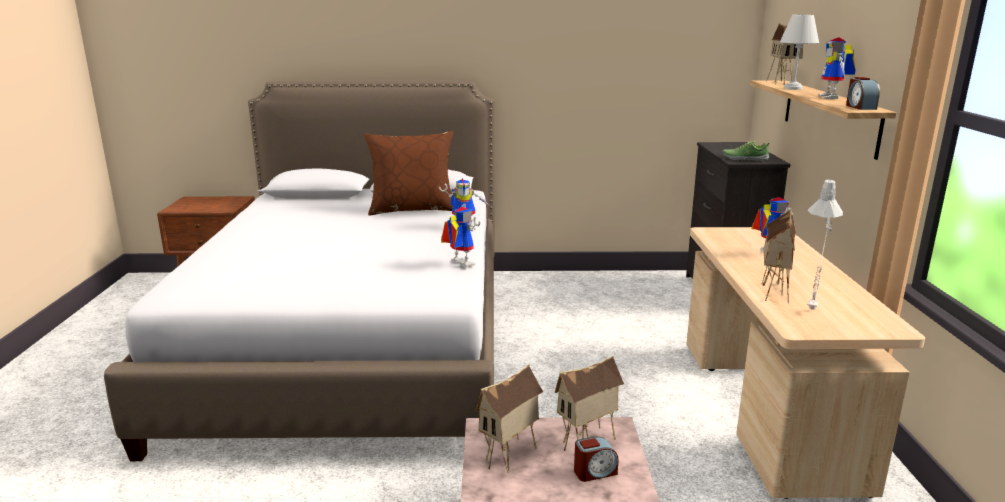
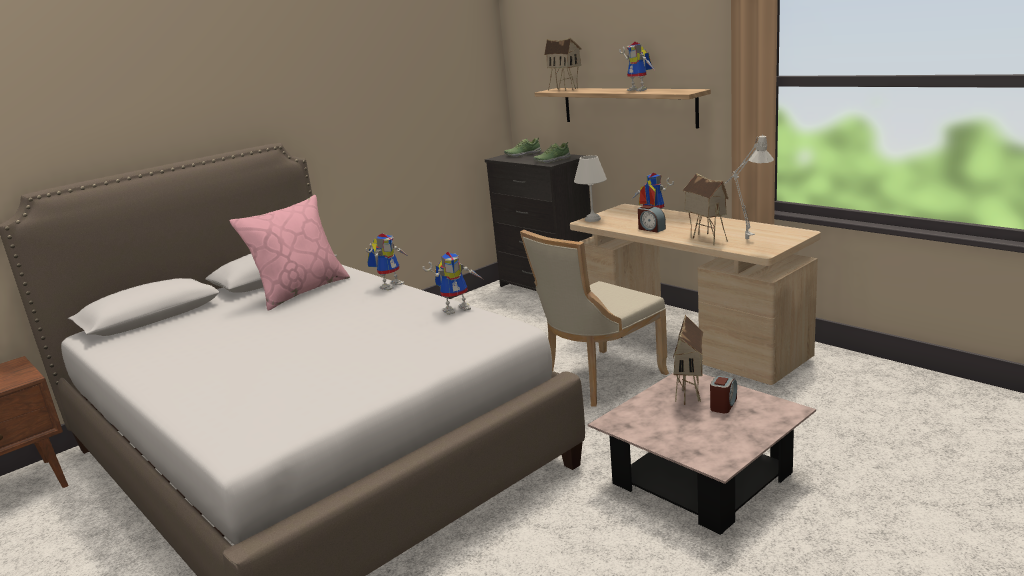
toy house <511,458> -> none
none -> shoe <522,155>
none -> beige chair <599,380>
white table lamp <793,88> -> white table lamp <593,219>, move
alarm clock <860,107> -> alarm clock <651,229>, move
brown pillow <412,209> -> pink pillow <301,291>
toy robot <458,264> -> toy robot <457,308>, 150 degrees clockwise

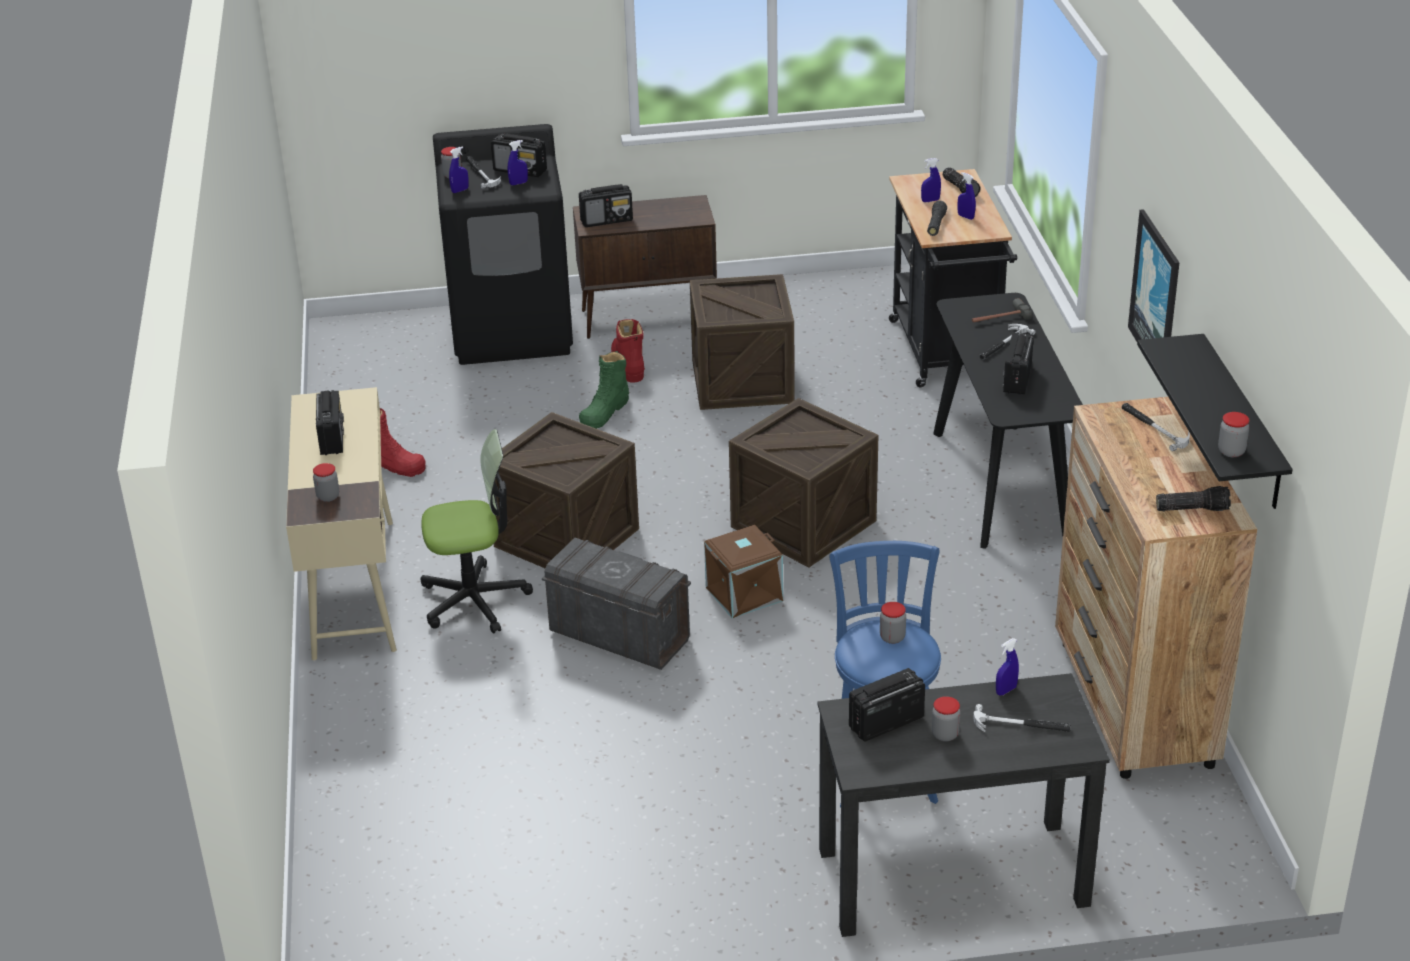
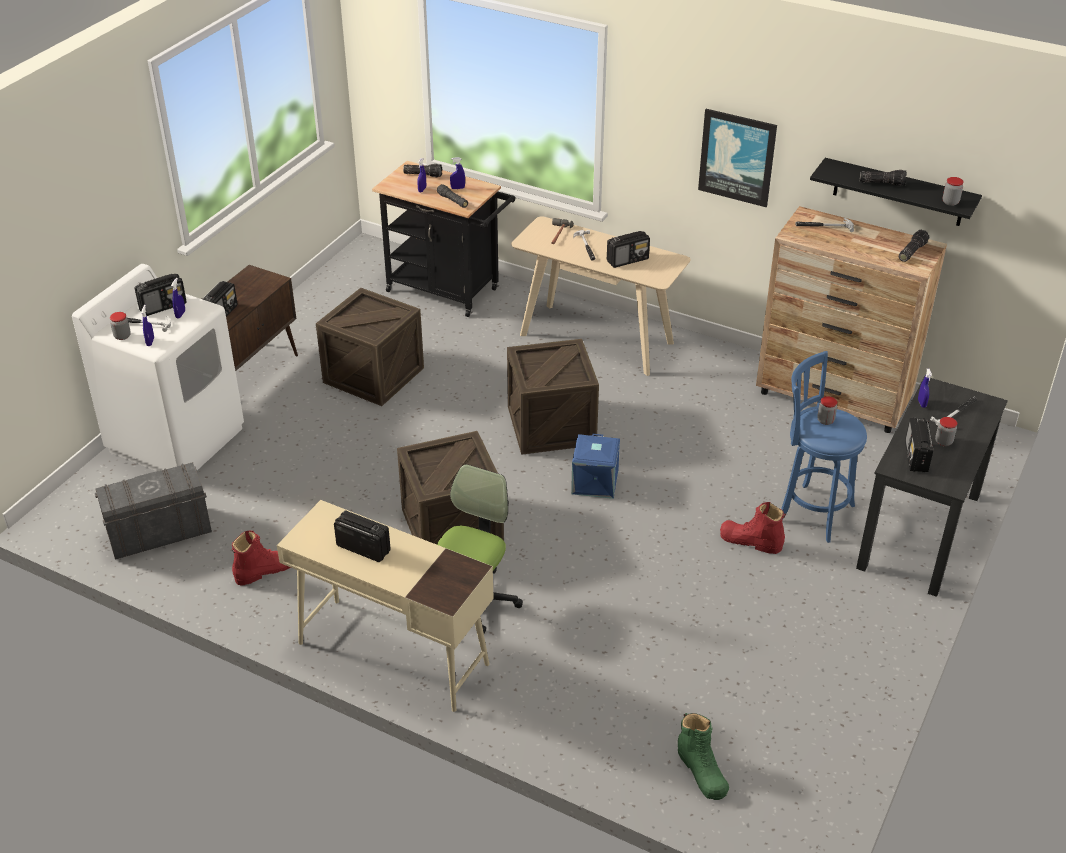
jar <328,496> -> none
none -> flashlight <882,183>
grey storage box <619,635> -> grey storage box <159,533>, move
green boot <605,411> -> green boot <702,771>, move
red boot <628,364> -> red boot <750,541>, move
black washing machine <512,331> -> white washing machine <177,439>
brown storage box <744,595> -> blue storage box <596,482>
black console table <1001,484> -> beige console table <597,338>
radio <1017,380> -> radio <628,260>, 75 degrees counterclockwise

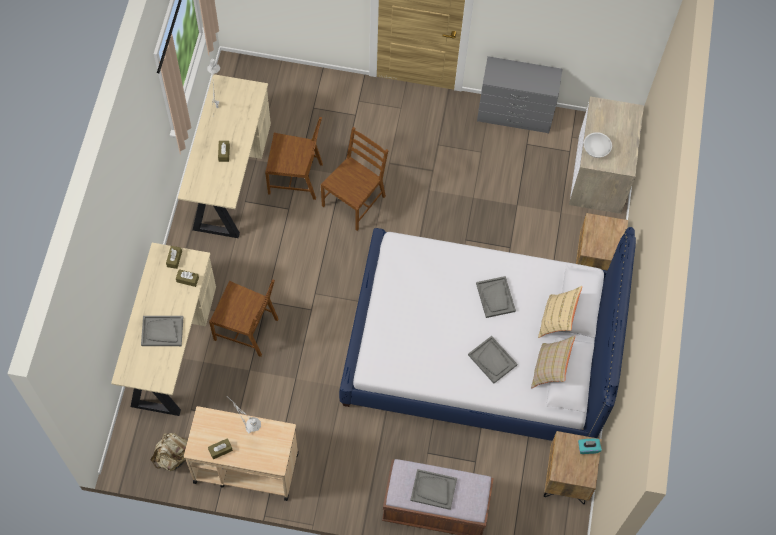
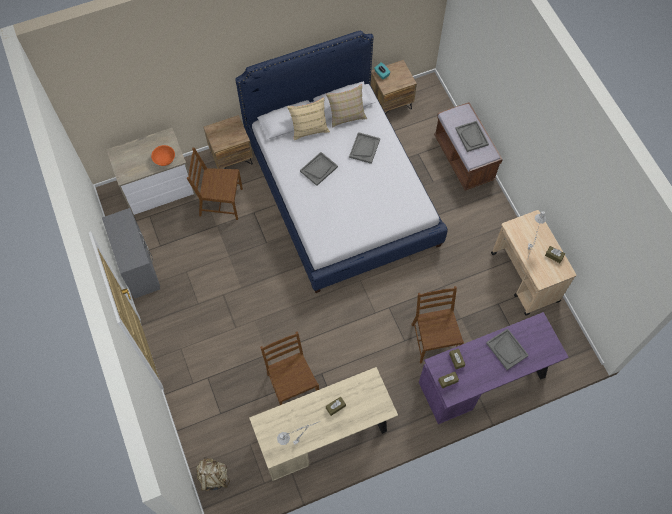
beige backpack <174,456> -> beige backpack <213,477>, move
brown chair <354,201> -> brown chair <220,202>, move
beige desk <171,348> -> purple desk <485,380>
white bowl <596,150> -> orange bowl <164,159>

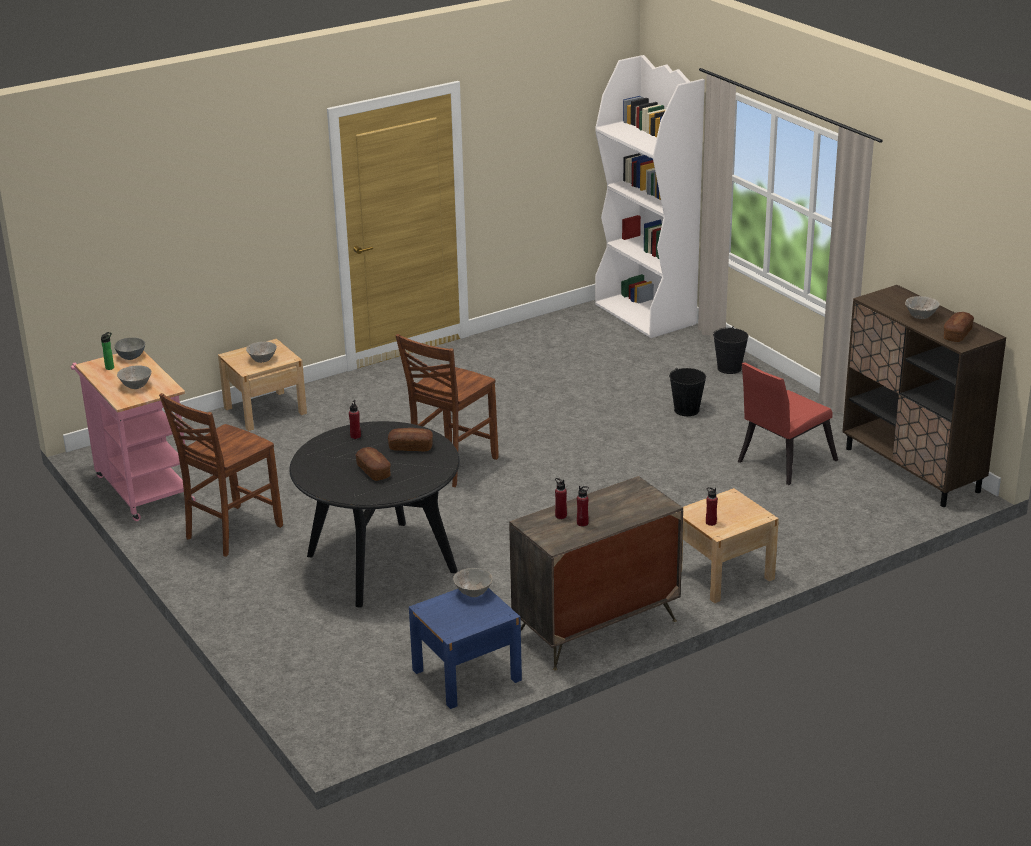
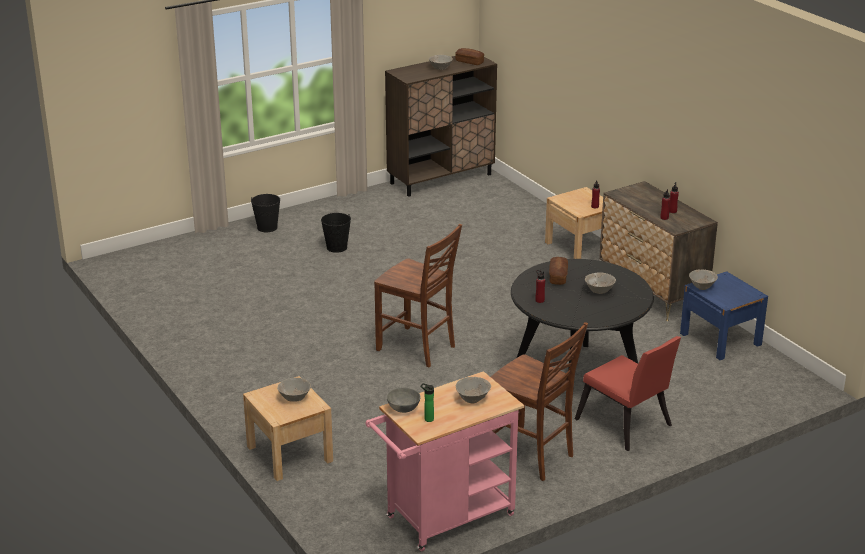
white bookcase <646,314> -> none
red chair <782,462> -> red chair <626,426>, move
bread <373,471> -> grey bowl <599,291>

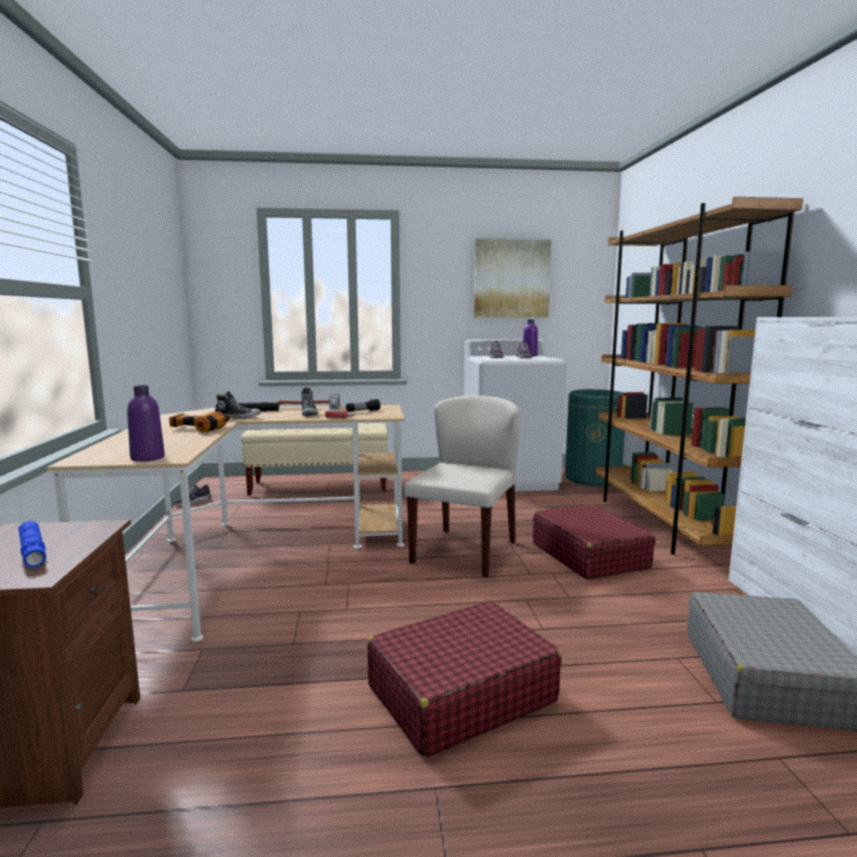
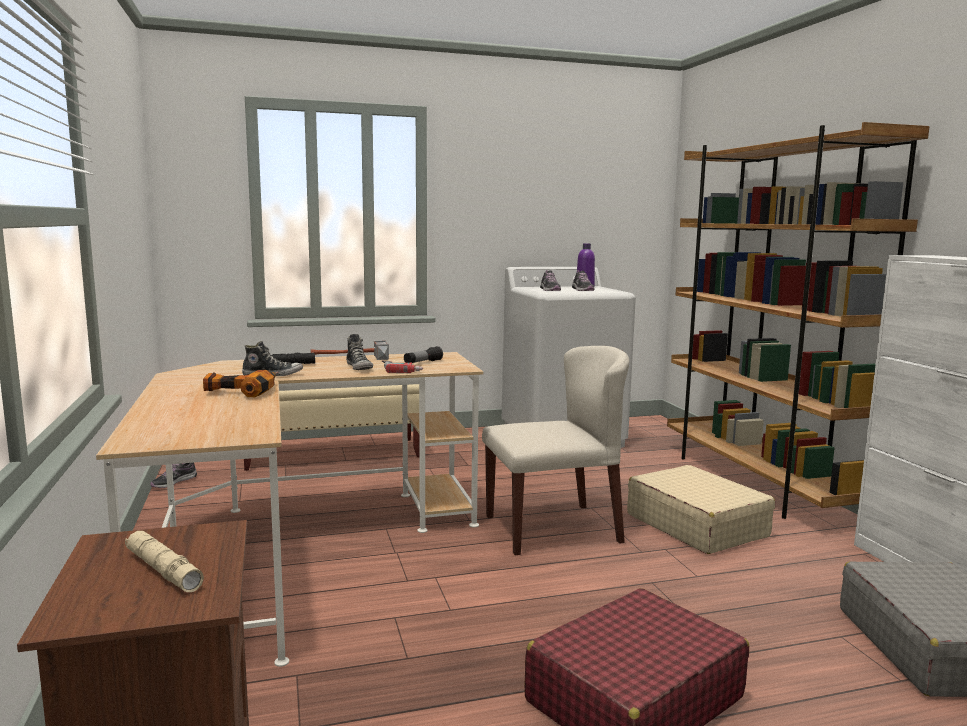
purple bottle <147,458> -> none
picture <511,278> -> none
green trash can <592,478> -> none
blue flashlight <32,551> -> beige flashlight <163,570>
red suitcase <589,555> -> beige suitcase <696,525>
beige chair <464,551> -> beige chair <553,528>, 60 degrees clockwise

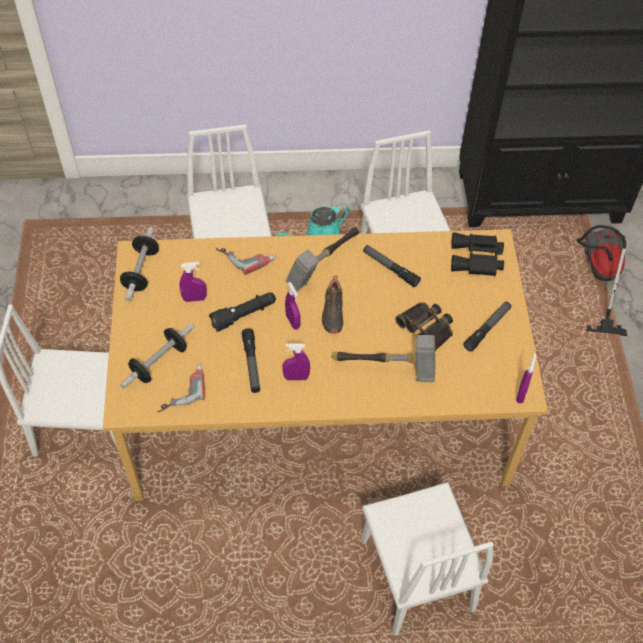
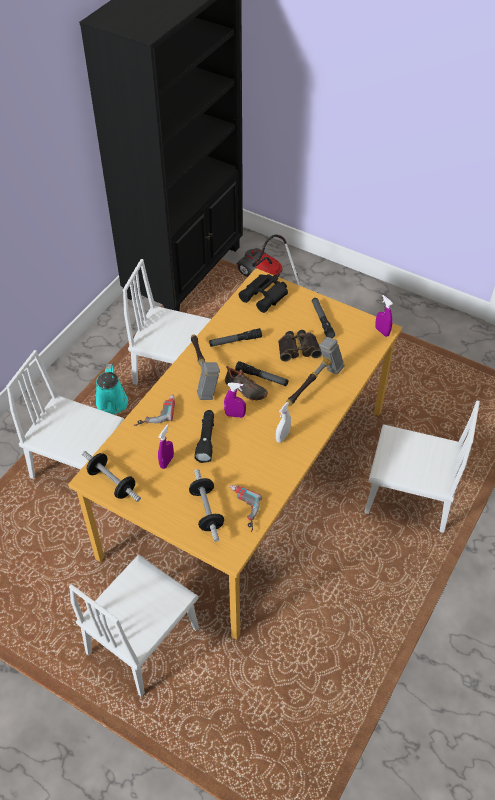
flashlight <251,364> -> flashlight <262,377>, move
purple spray bottle <296,377> -> white spray bottle <282,436>

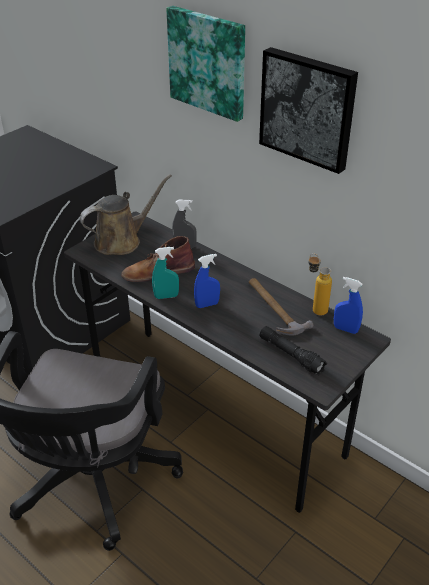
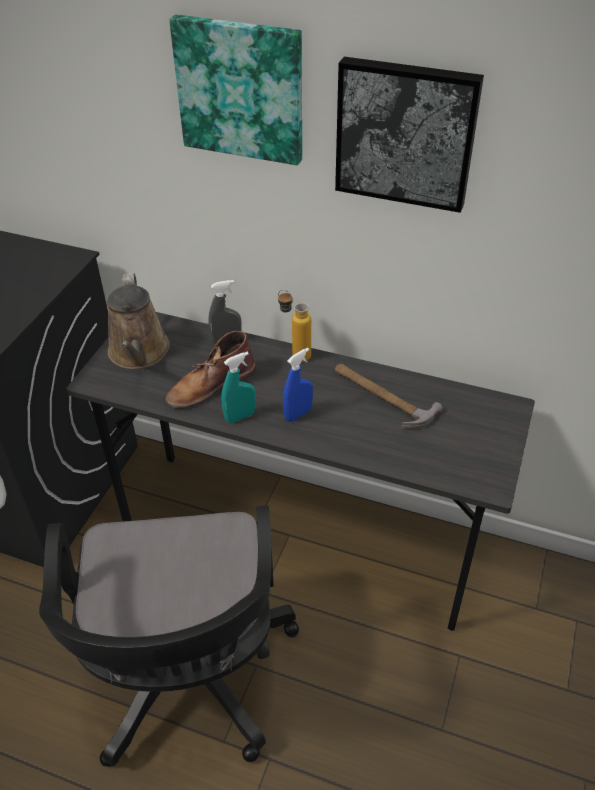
black flashlight <291,355> -> none
blue spray bottle <345,329> -> none
bottle <315,308> -> bottle <294,354>, move
brown watering can <122,241> -> brown watering can <139,353>, 135 degrees clockwise

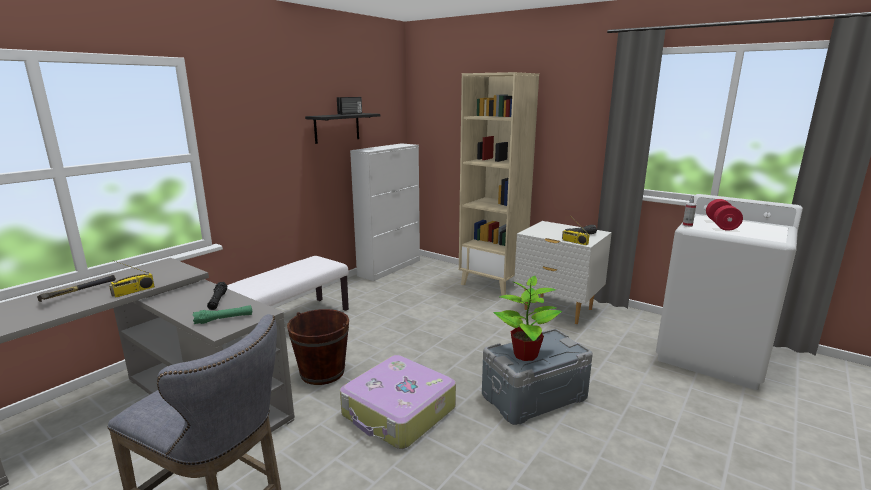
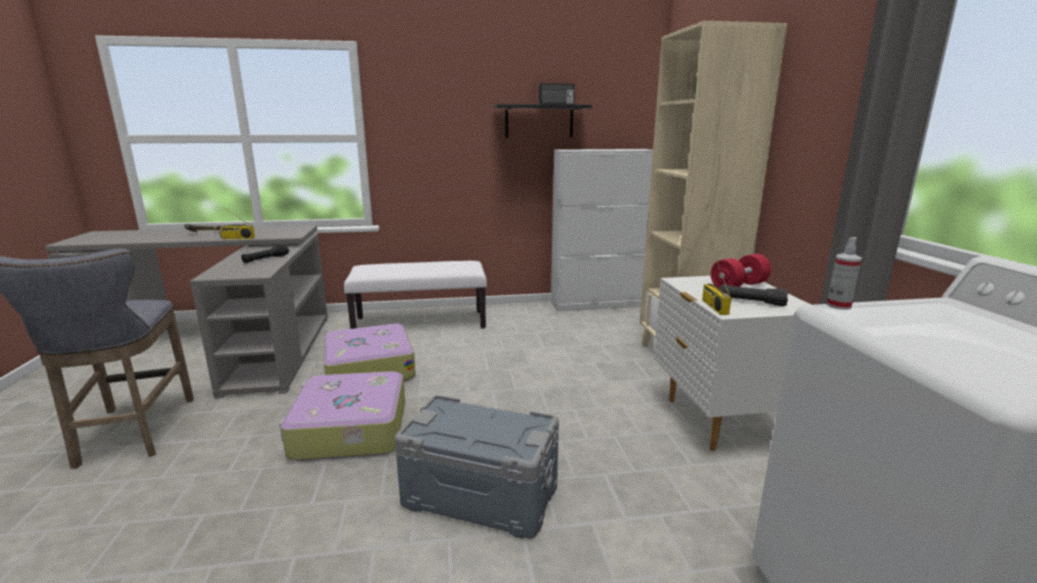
green flashlight <224,319> -> none
potted plant <524,355> -> none
red dumbbell <721,225> -> red dumbbell <738,286>, move
brown bucket <322,372> -> suitcase <369,369>

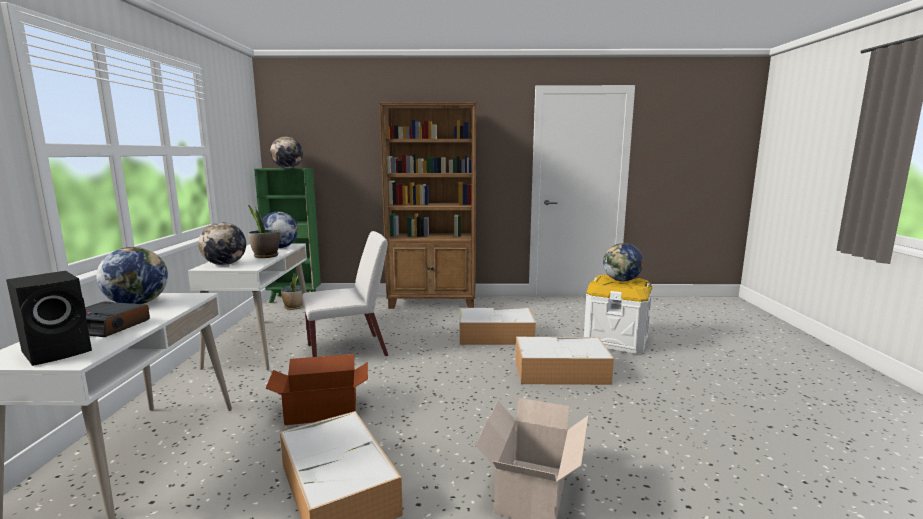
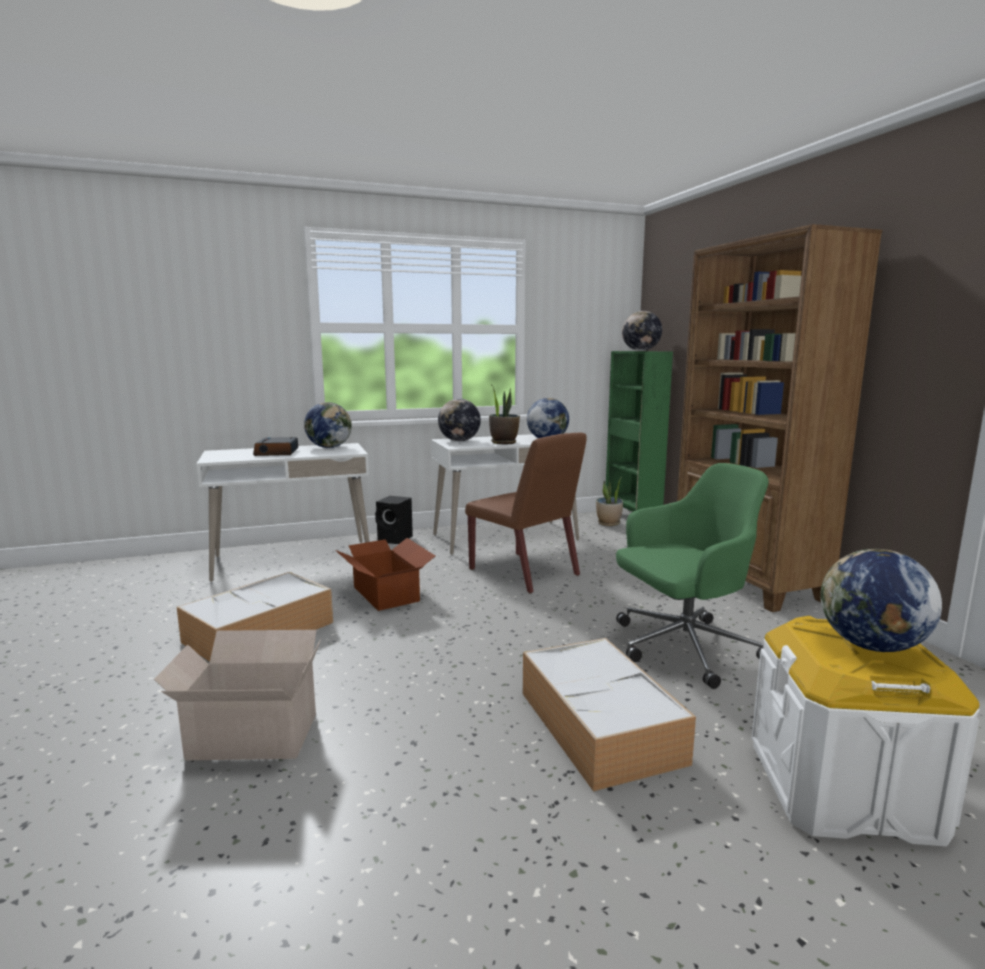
black speaker <60,351> -> black speaker <396,539>, move
storage box <496,335> -> green office chair <682,648>
white chair <348,350> -> brown chair <525,572>

